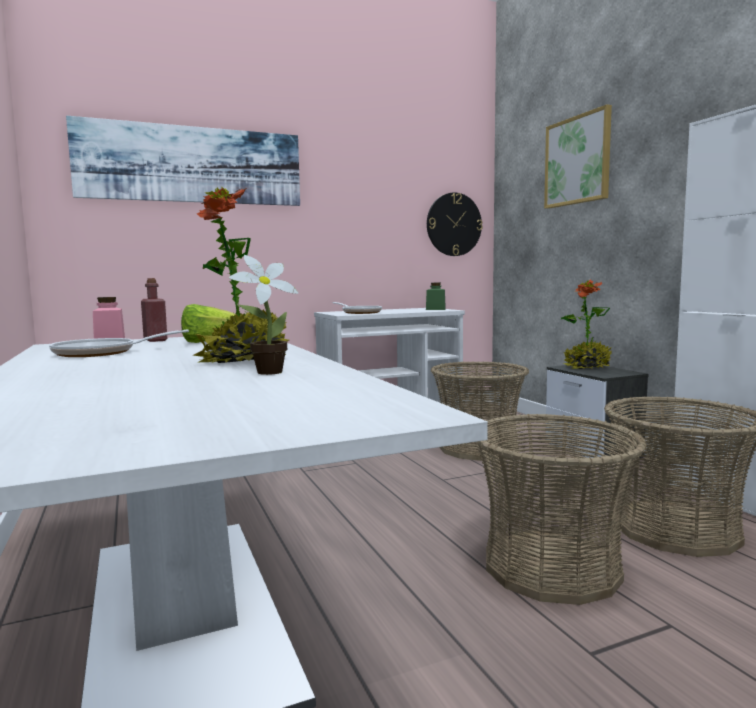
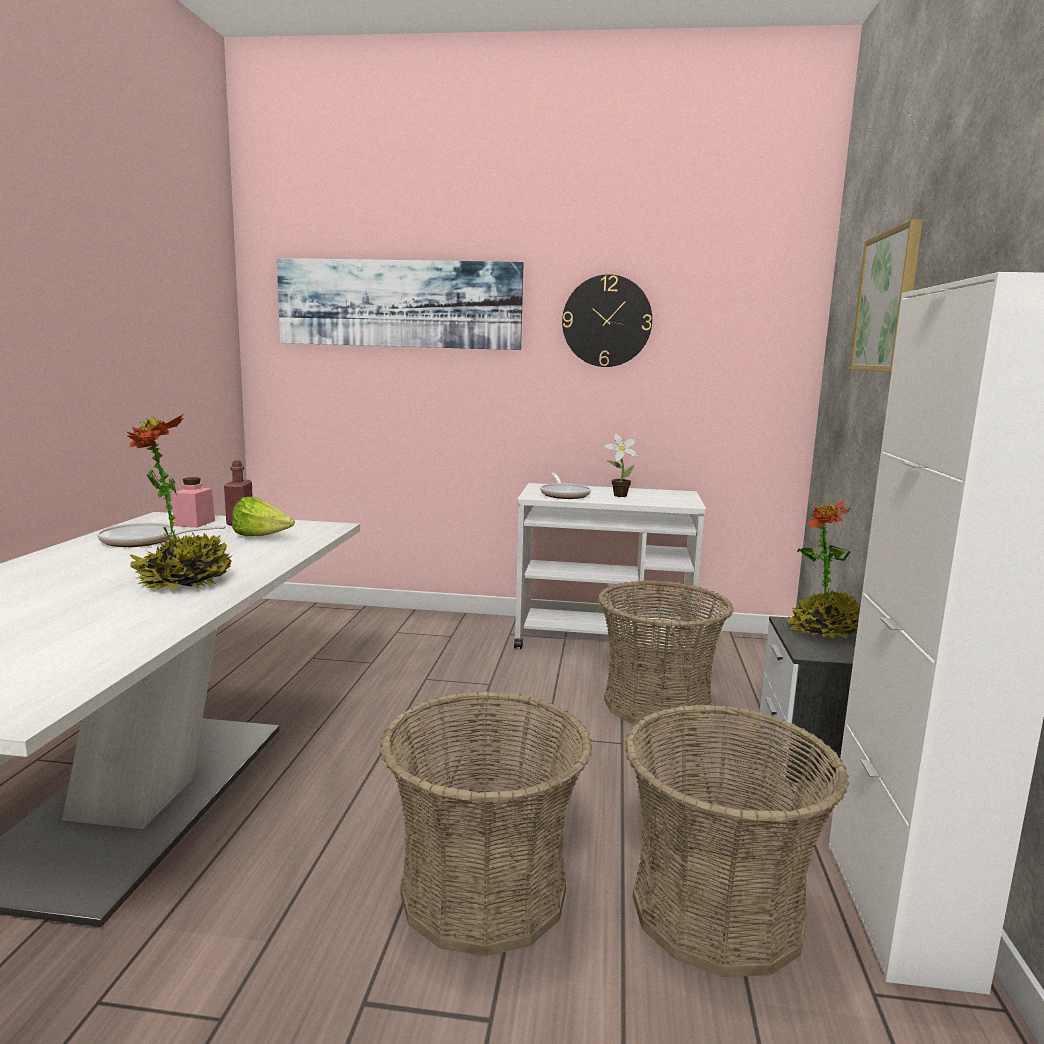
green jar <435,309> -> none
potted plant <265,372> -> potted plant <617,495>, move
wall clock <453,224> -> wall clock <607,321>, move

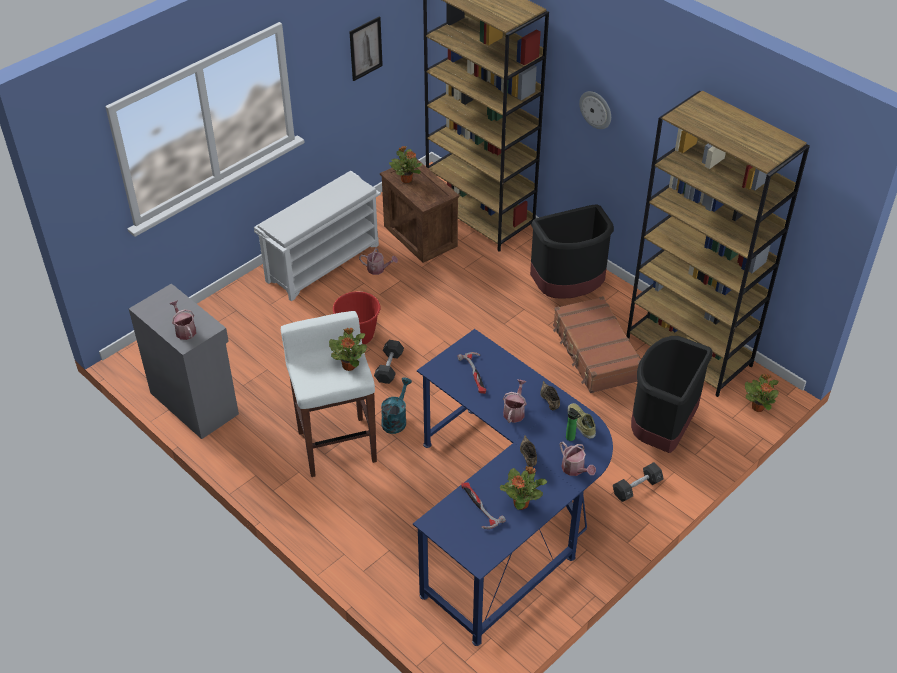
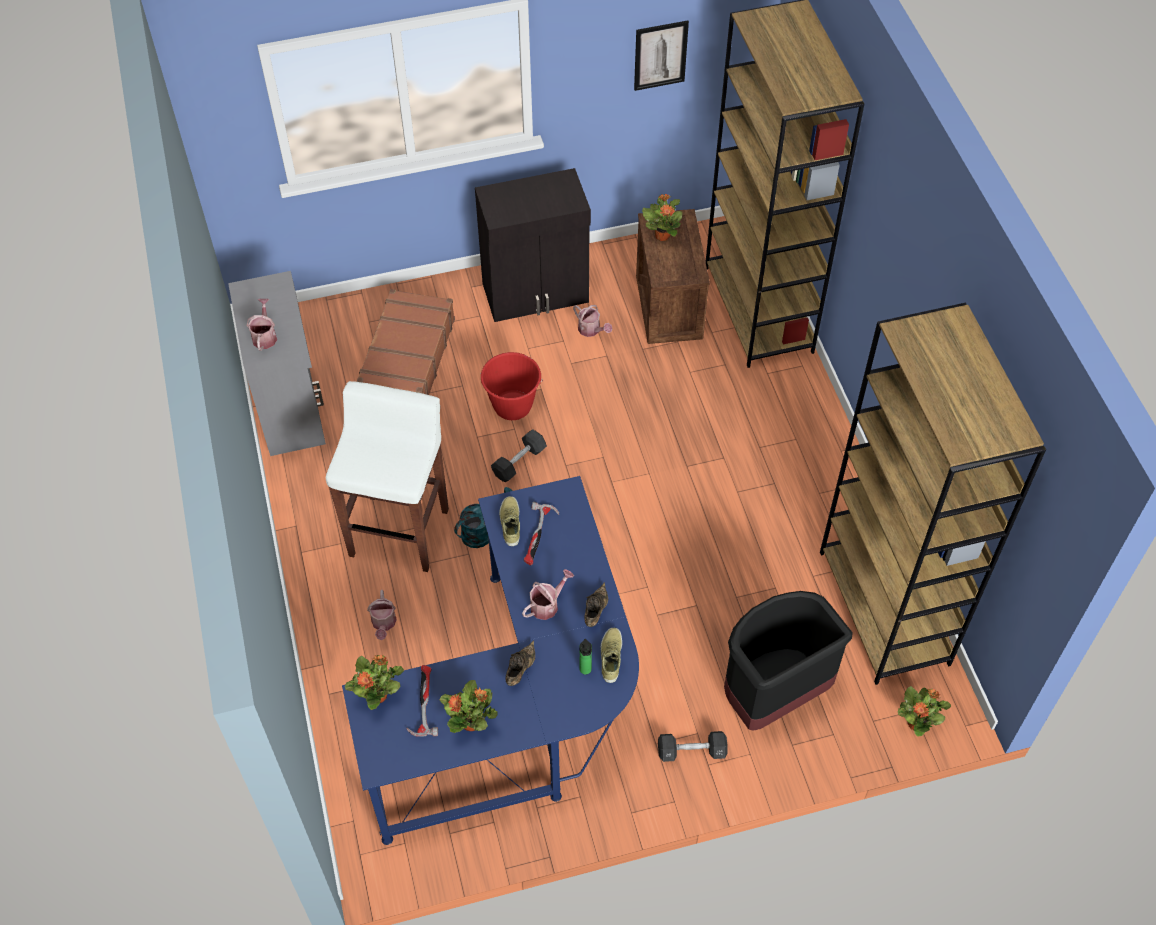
black trash can <568,290> -> none
wall clock <596,109> -> none
none -> beige shoe <509,523>
potted plant <349,365> -> potted plant <378,695>, move
brown suitcase <595,353> -> brown suitcase <407,359>, move
watering can <575,469> -> watering can <384,624>, move
white shoe rack <323,262> -> black cabinet <536,294>

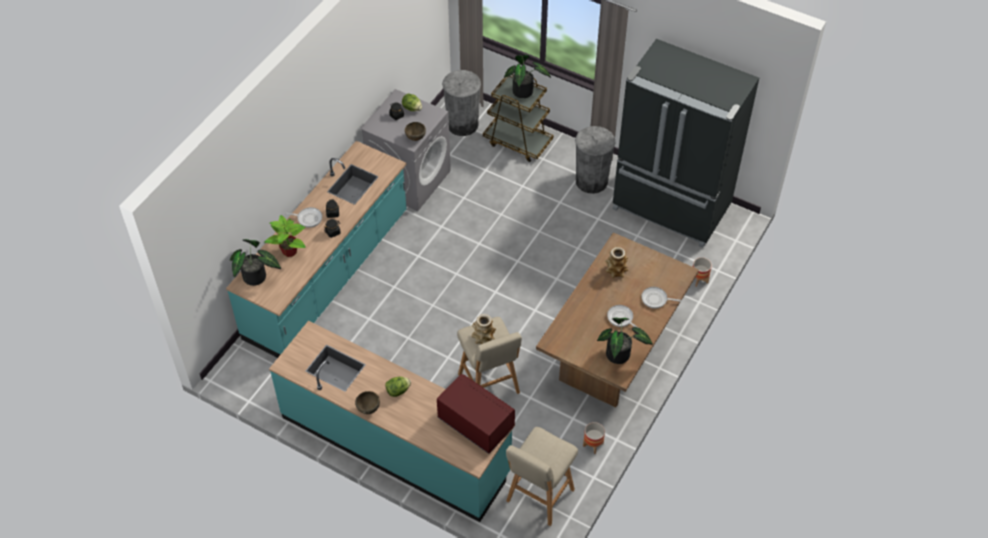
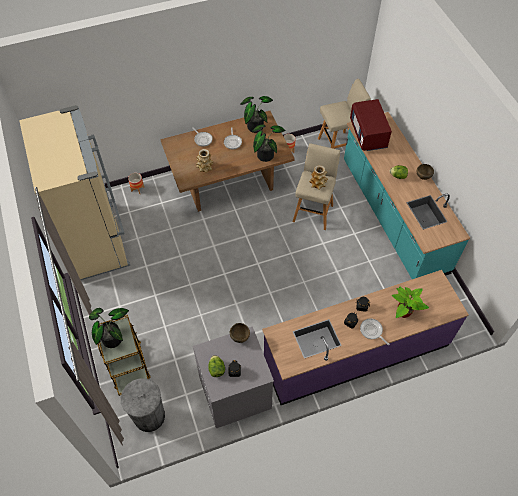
grey trash can <591,181> -> none
potted plant <256,278> -> potted plant <265,154>, move
turquoise counter <328,275> -> purple counter <356,353>
black fridge <670,208> -> beige fridge <97,240>

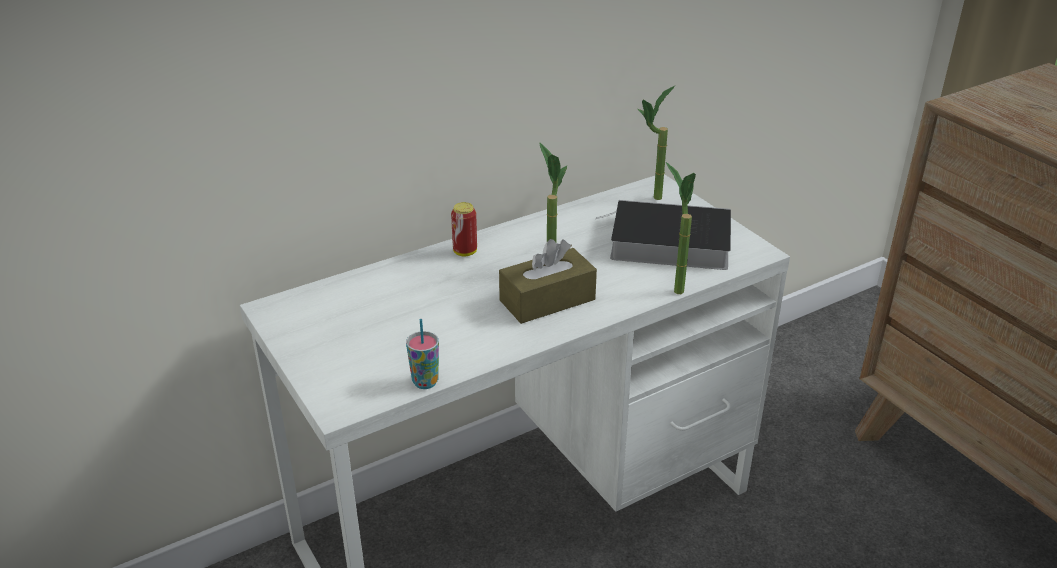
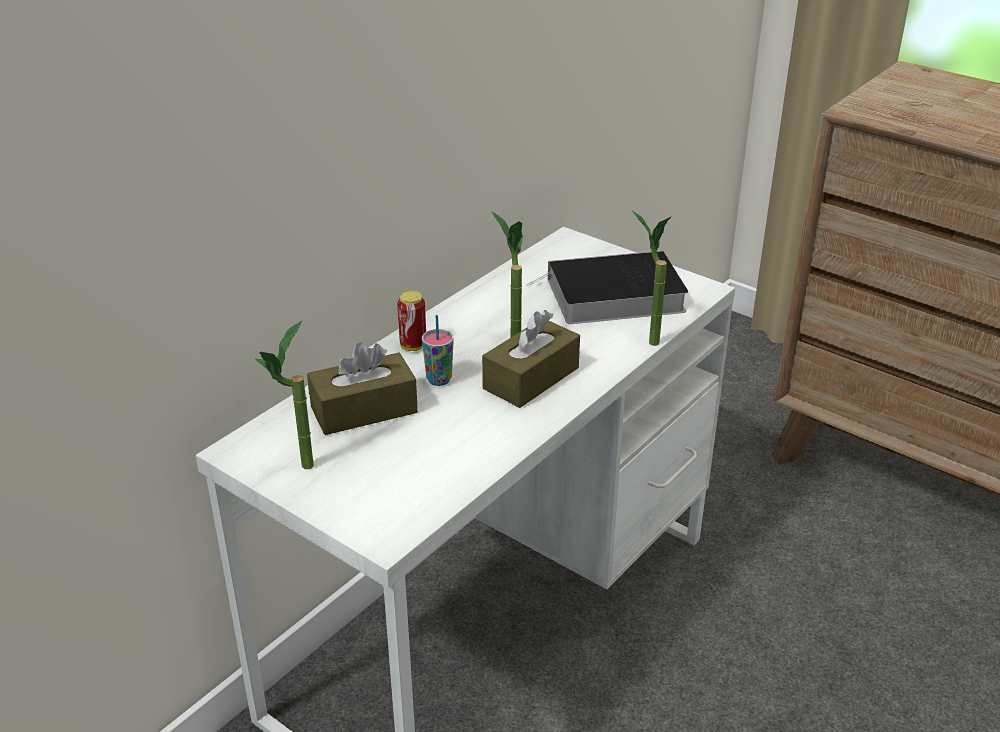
none -> brown tissue box <364,410>
cup <425,382> -> cup <439,380>, move
potted plant <649,199> -> potted plant <297,471>, move

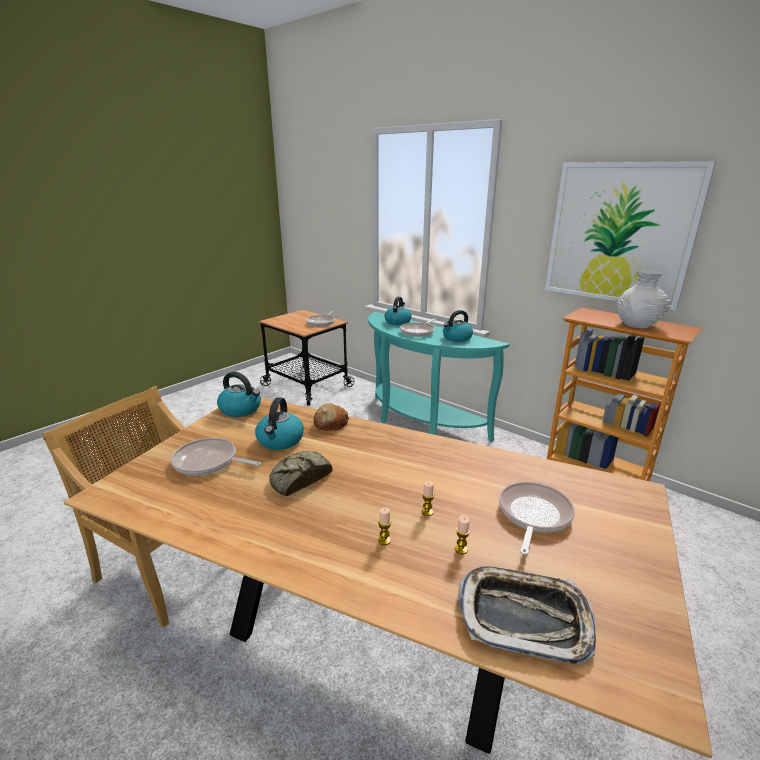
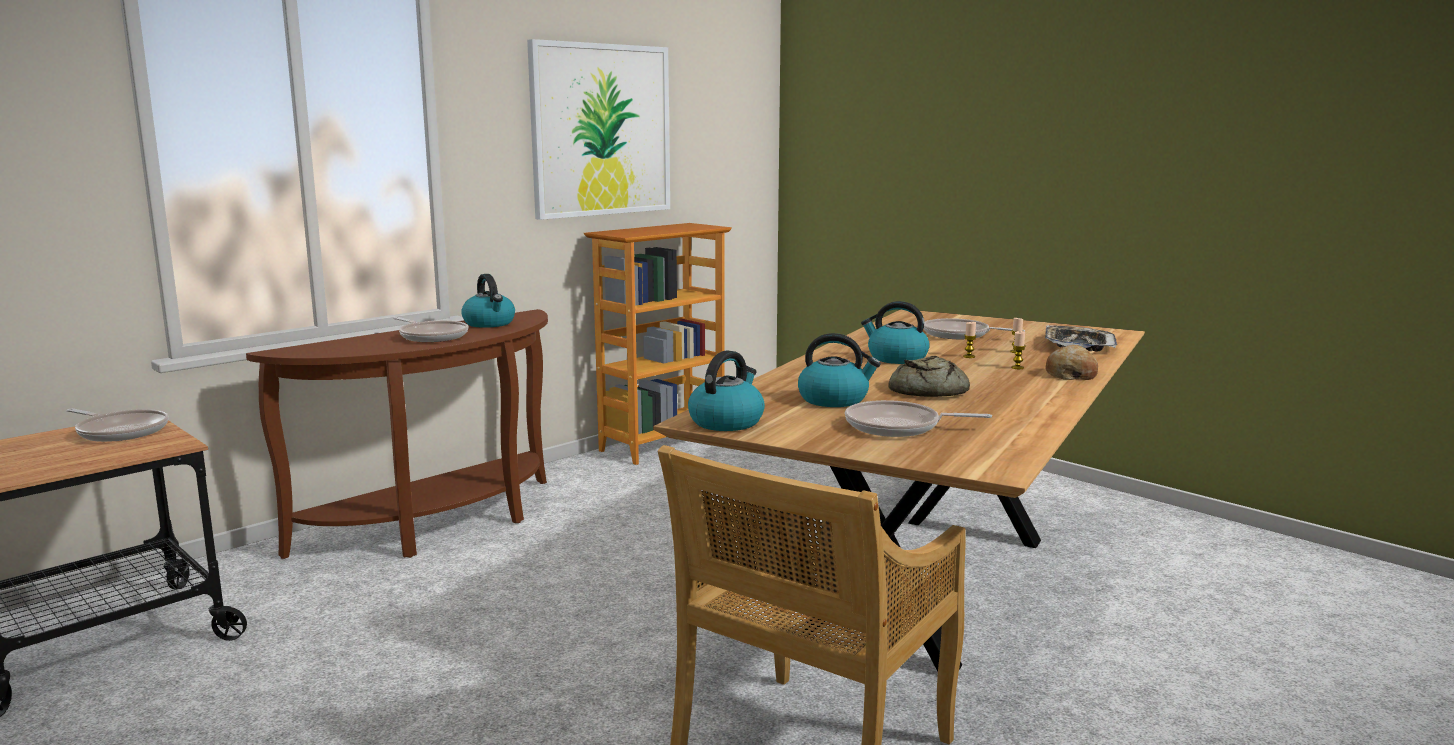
white vase <638,324> -> none
bread <330,423> -> bread <1070,375>, move
kettle <397,322> -> kettle <896,358>, move
turquoise console table <419,423> -> brown console table <441,526>
frying pan <209,462> -> frying pan <898,427>, 75 degrees clockwise

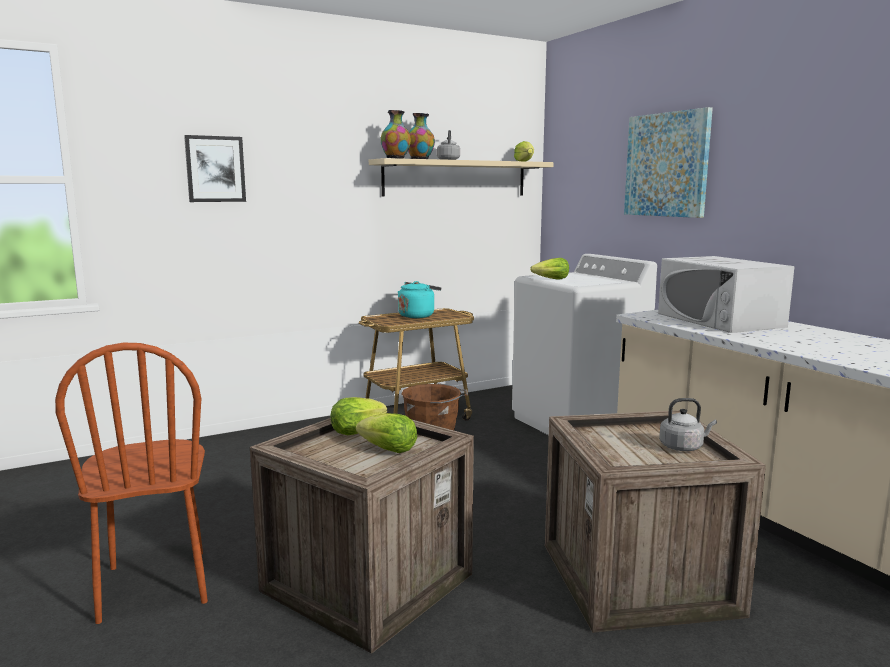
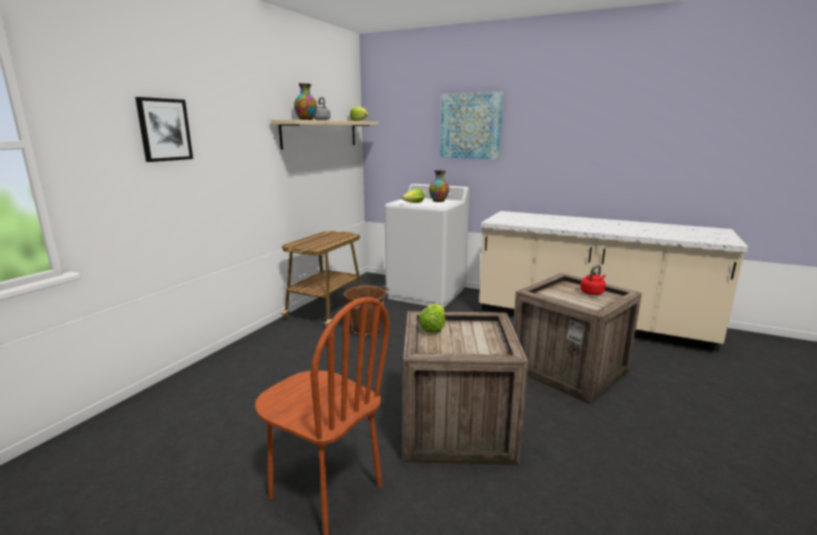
lettuce <389,450> -> none
turquoise kettle <417,315> -> none
white microwave <719,320> -> none
vase <396,158> -> vase <439,201>, move
grey kettle <683,447> -> red kettle <592,292>

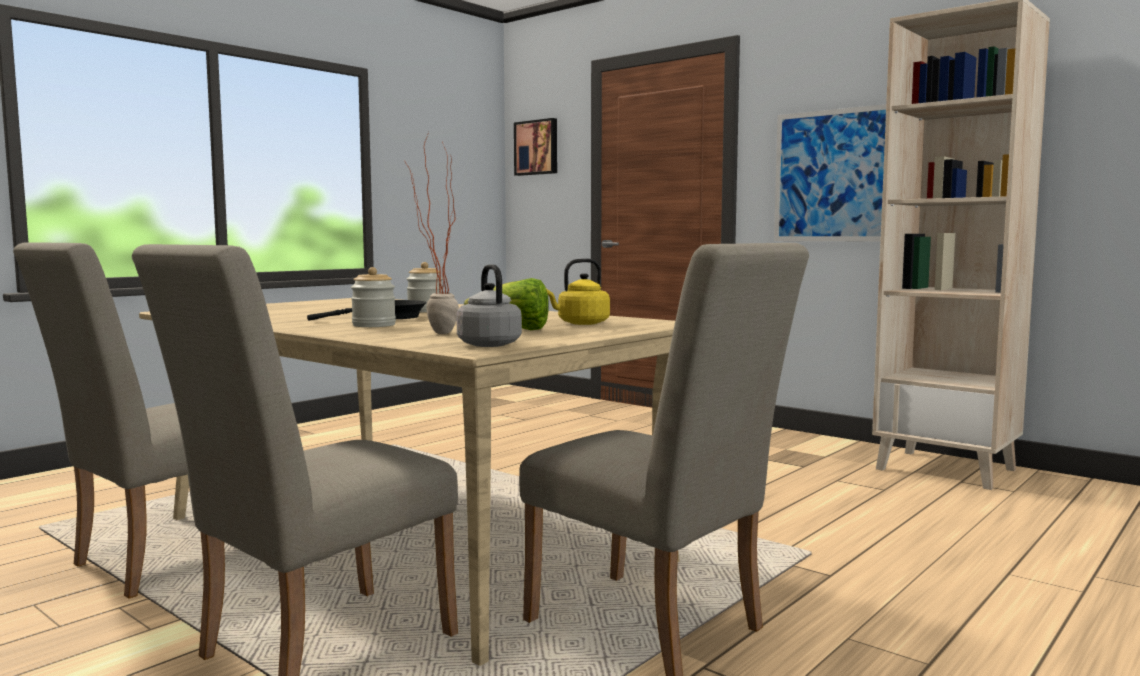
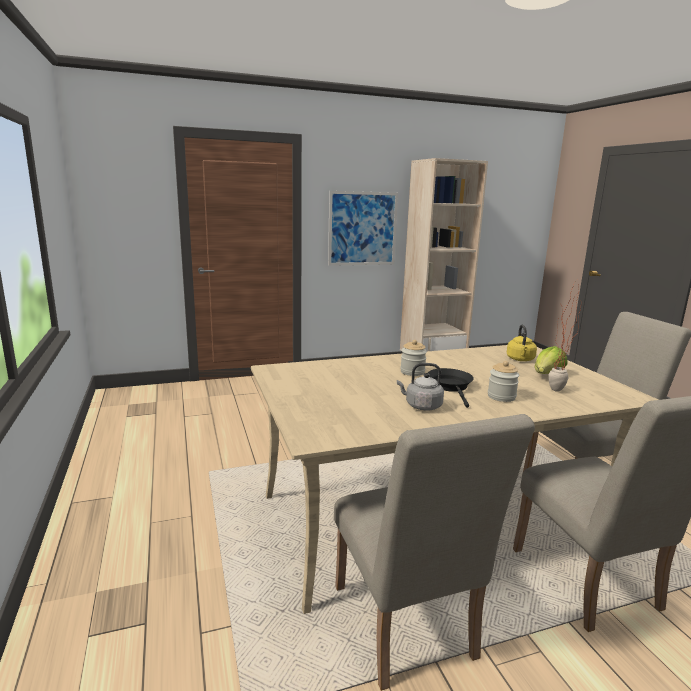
picture <537,147> -> none
grey kettle <488,344> -> grey kettle <421,406>, move

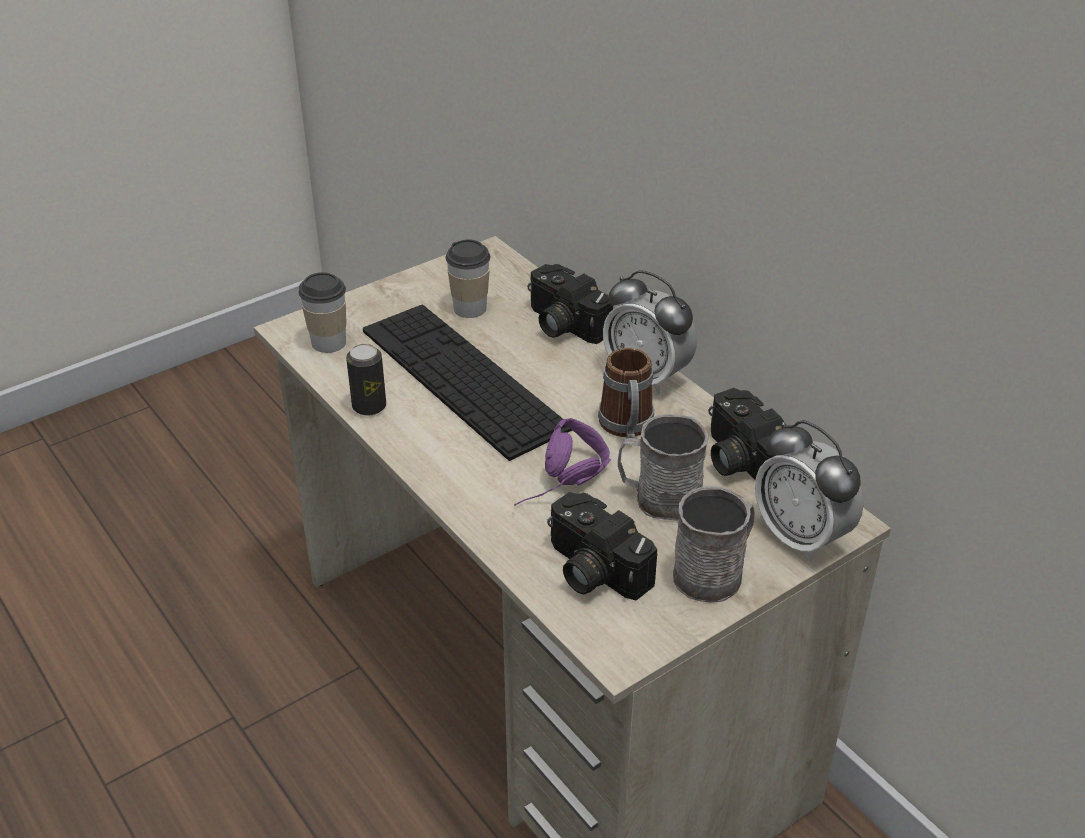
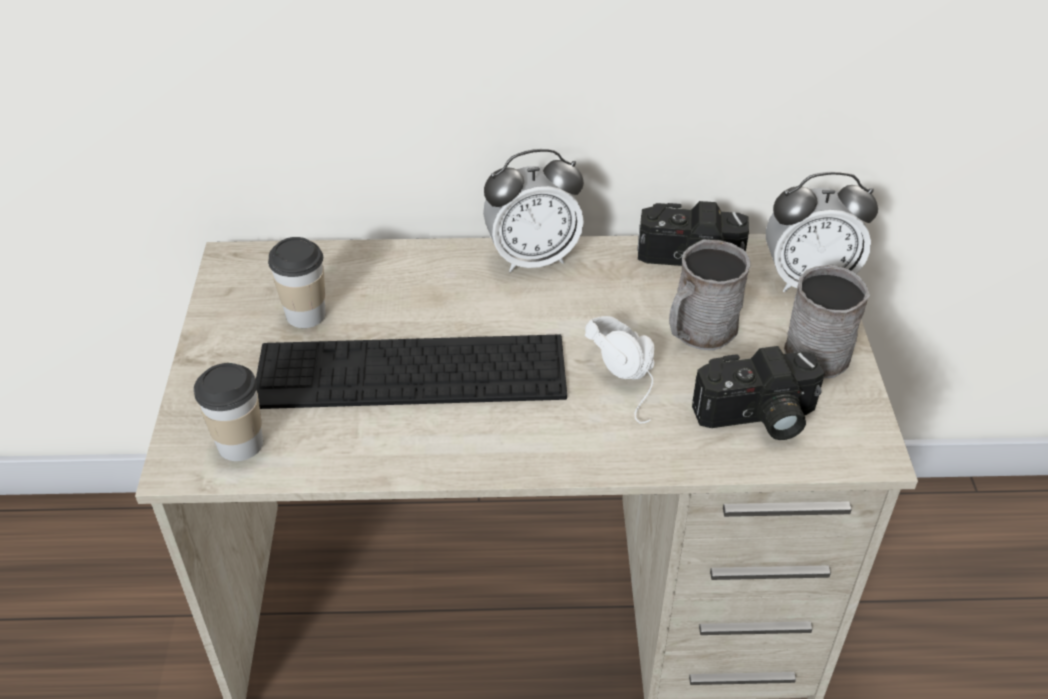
can <369,406> -> none
photo camera <562,324> -> none
mug <627,428> -> none
purple headphones <565,486> -> white headphones <634,380>

